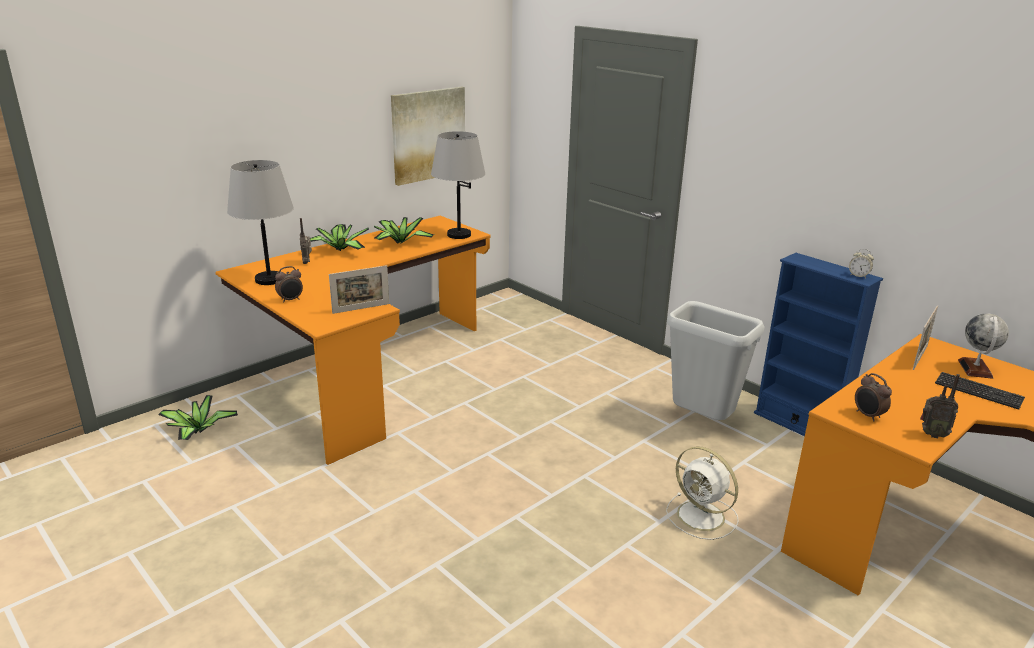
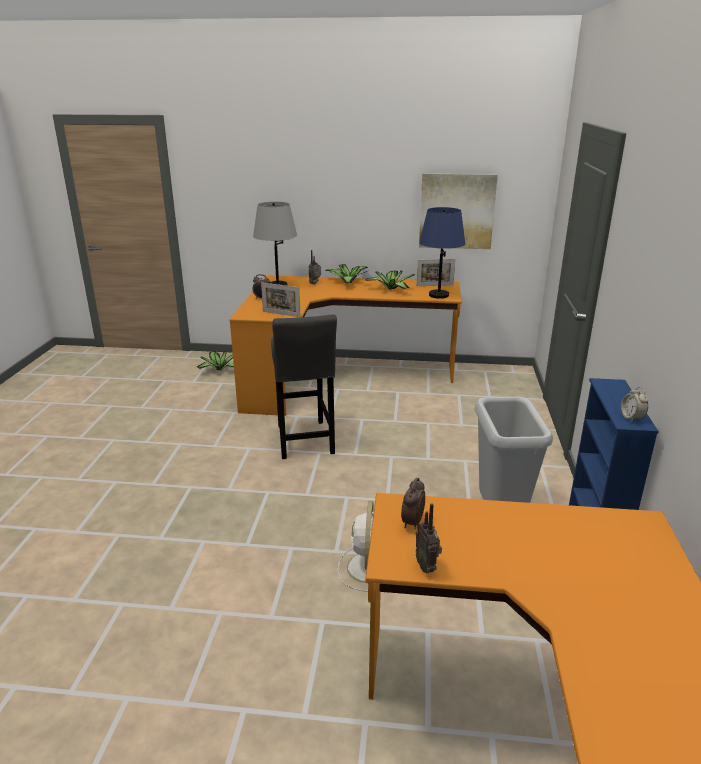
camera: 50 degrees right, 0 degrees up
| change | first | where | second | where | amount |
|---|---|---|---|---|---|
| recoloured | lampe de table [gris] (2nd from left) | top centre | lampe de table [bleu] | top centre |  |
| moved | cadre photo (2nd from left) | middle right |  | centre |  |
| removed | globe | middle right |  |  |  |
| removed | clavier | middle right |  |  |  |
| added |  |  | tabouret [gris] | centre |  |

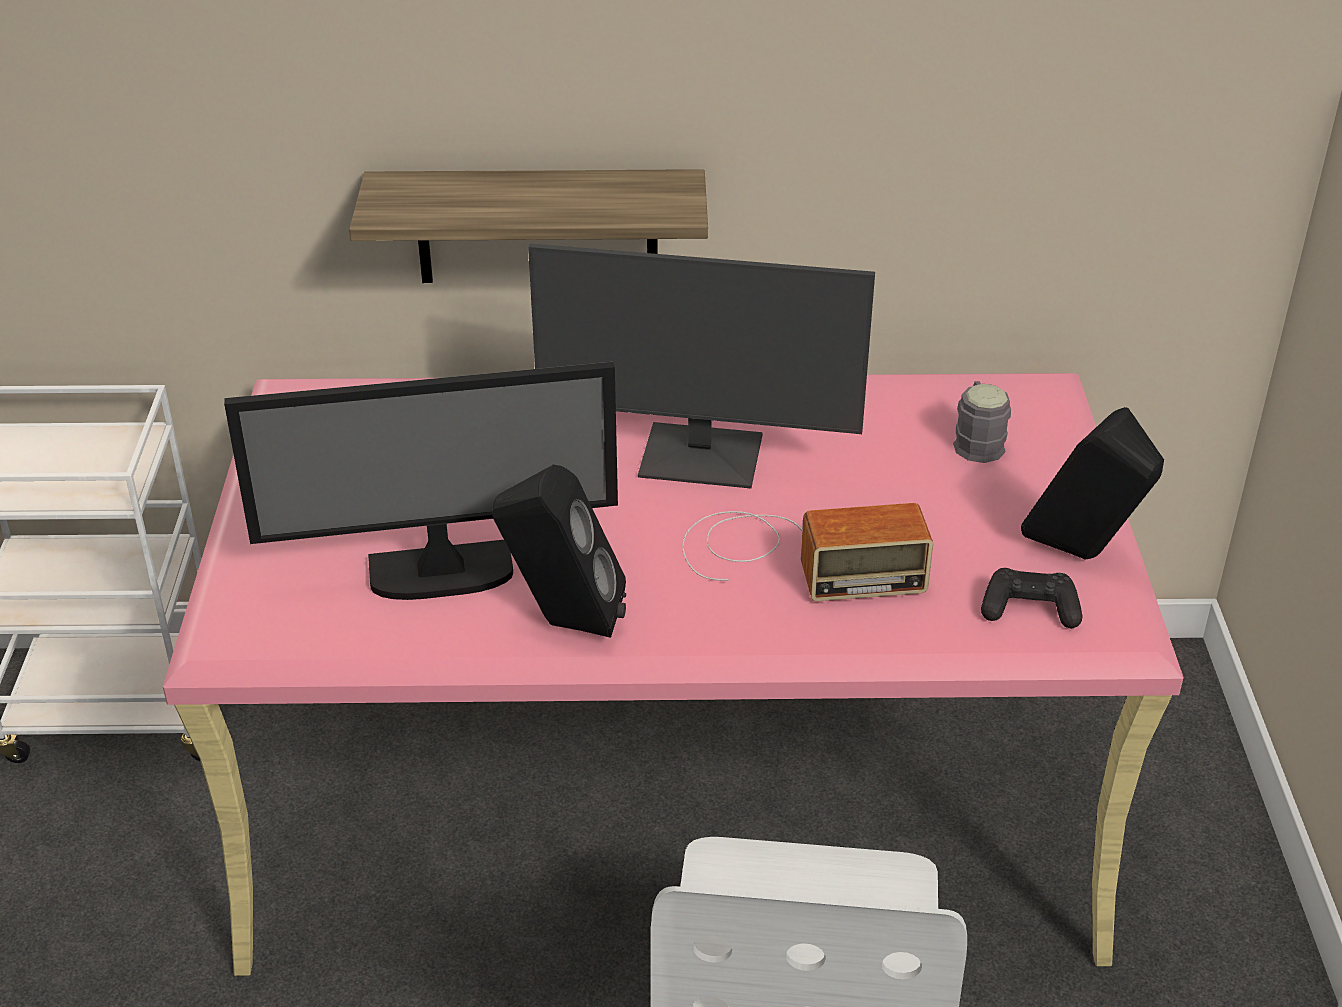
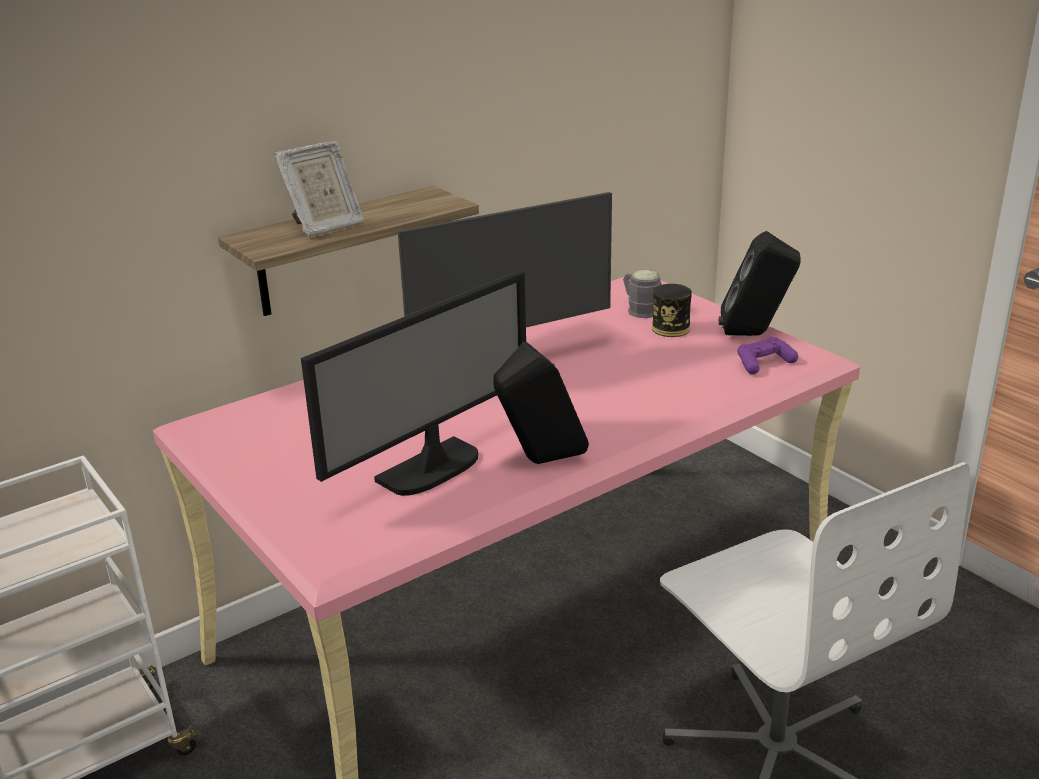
camera: 35 degrees left, 10 degrees down
| change | first | where | second | where | amount |
|---|---|---|---|---|---|
| removed | radio | centre |  |  |  |
| recoloured | manette [noir] | middle right | manette [violet] | middle right |  |
| added |  |  | cadre photo | top left |  |
| added |  |  | boîte métallique | centre |  |

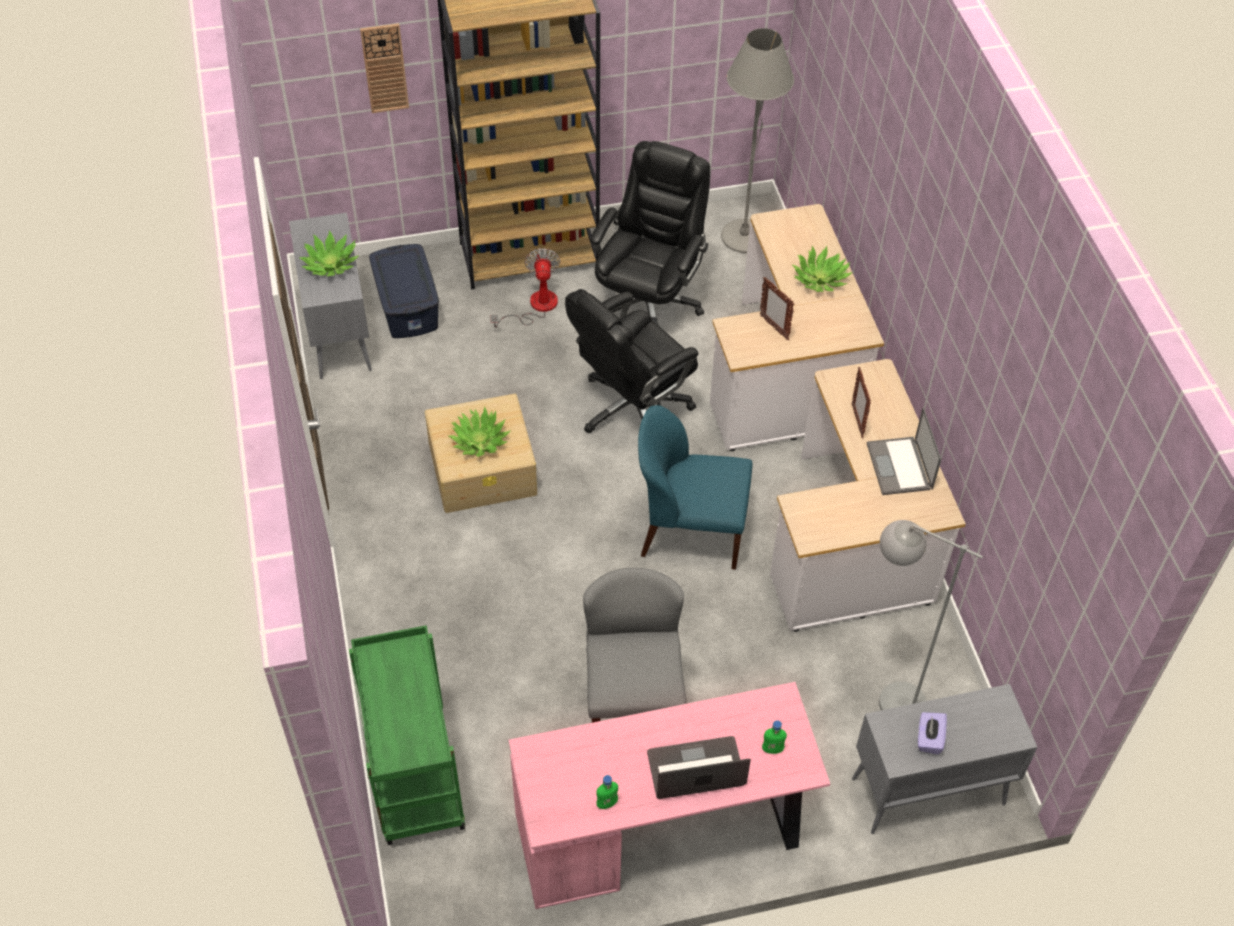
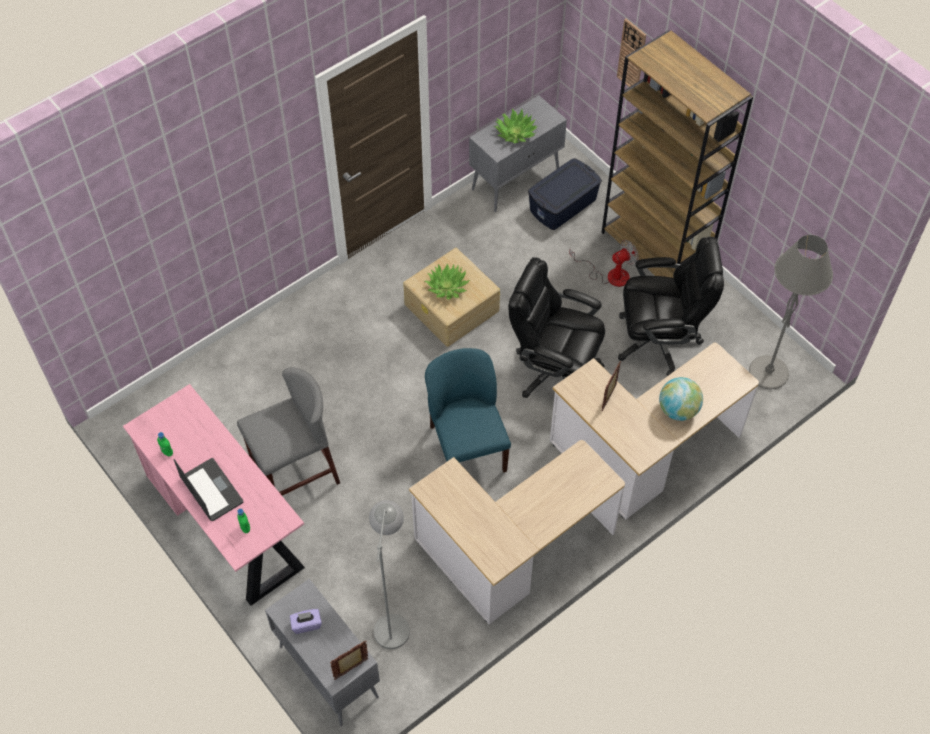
camera: 65 degrees right, 5 degrees up
| change | first | where | second | where | amount |
|---|---|---|---|---|---|
| replaced | plante en pot (3rd from left) | top centre | globe | middle right |  |
| moved | cadre photo (2nd from left in the first image) | middle right | cadre photo (1st from left) | bottom centre |  |
| removed | ordinateur portable (2nd from left) | middle right |  |  |  |
| removed | chariot [vert] | bottom left |  |  |  |

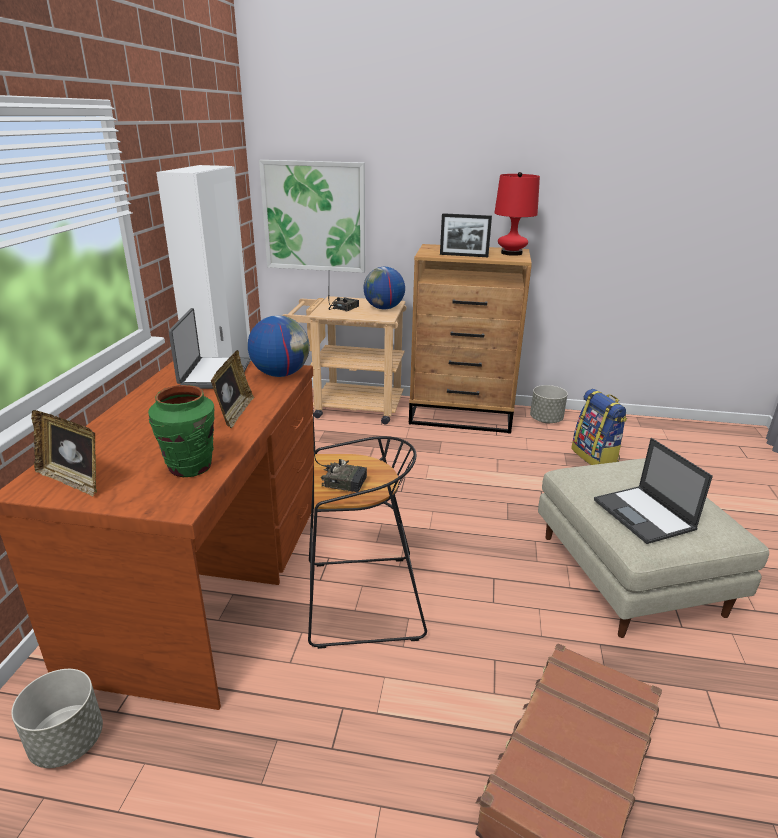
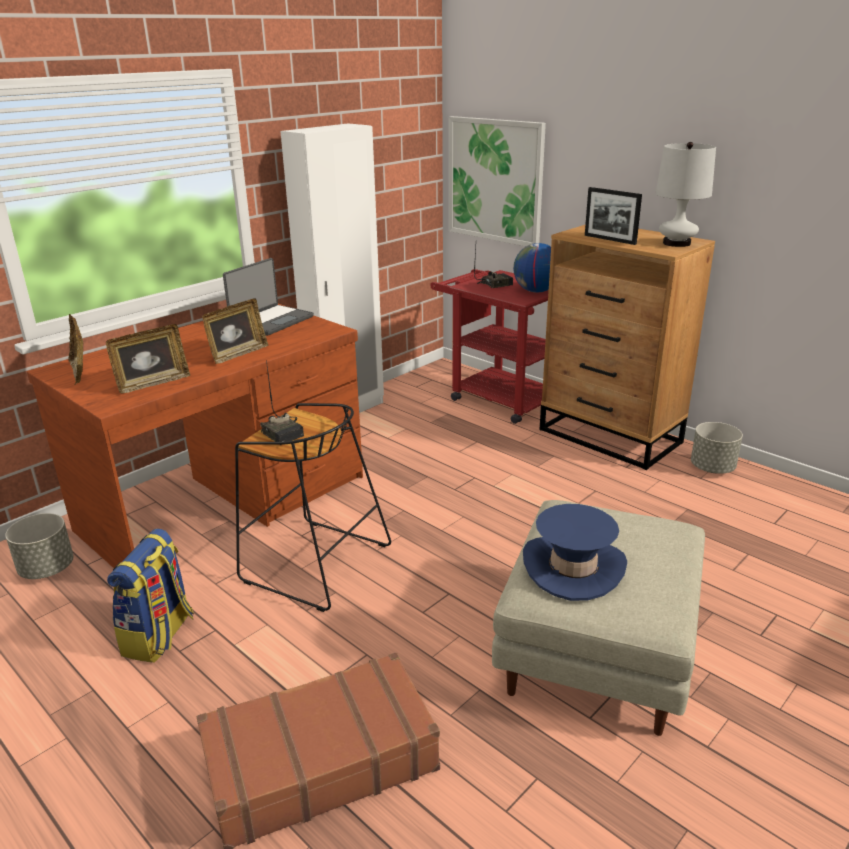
camera: 35 degrees right, 0 degrees up
| change | first | where | second | where | amount |
|---|---|---|---|---|---|
| recoloured | lampe de table [rouge] | top centre | lampe de table [blanc] | top right |  |
| recoloured | chariot [beige] | centre | chariot [rouge] | centre |  |
| removed | globe (1st from left) | centre |  |  |  |
| replaced | vase [vert] | middle left | cadre photo (2nd from left) | middle left |  |
| moved | sac à dos | middle right |  | bottom left |  |
| replaced | ordinateur portable (2nd from left) | middle right | chapeau [bleu] | middle right |  |

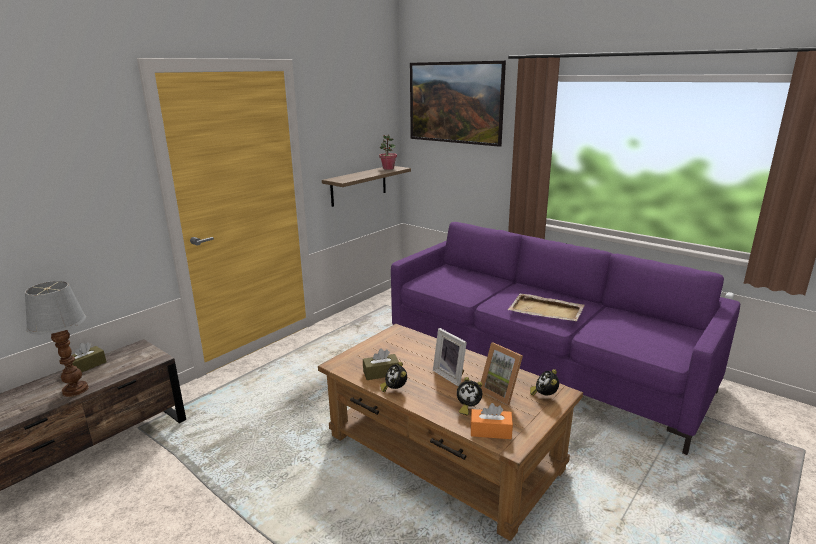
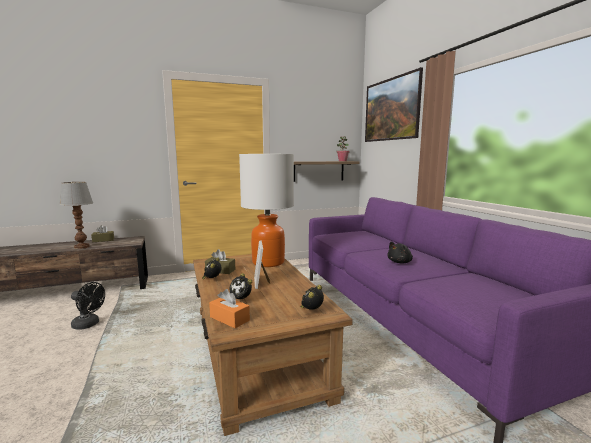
camera: 30 degrees right, 10 degrees down
| change | first | where | second | where | amount |
|---|---|---|---|---|---|
| replaced | plateau [beige] | middle right | peluche [noir] | middle right |  |
| removed | cadre photo (2nd from left) | bottom centre |  |  |  |
| added |  |  | lampe de table (2nd from left) | centre |  |
| added |  |  | ventilateur [noir] | bottom left |  |

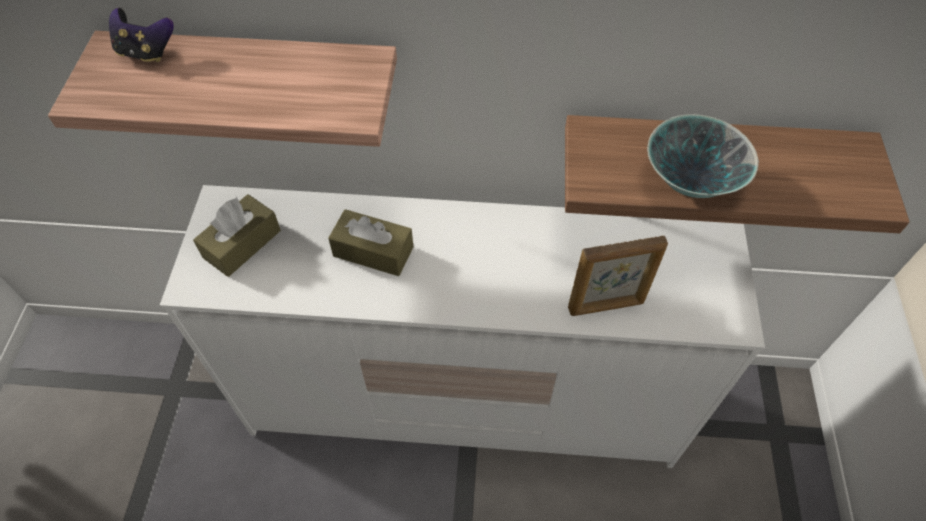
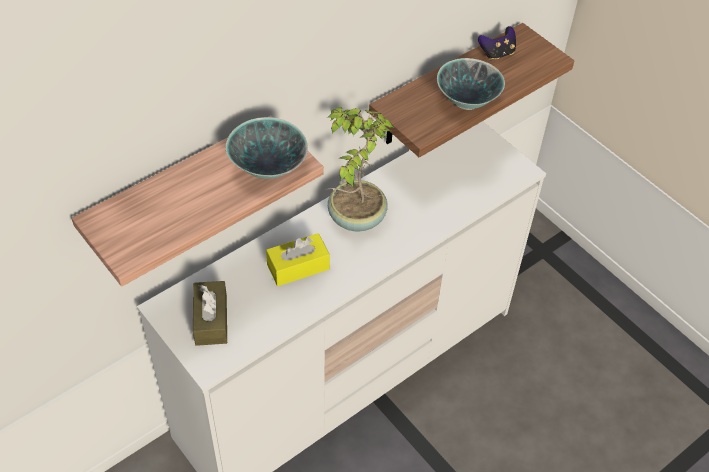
camera: 45 degrees left, 5 degrees down
| change | first | where | second | where | amount |
|---|---|---|---|---|---|
| moved | manette | top left |  | top right |  |
| recoloured | boîte à mouchoirs [marron] (2nd from left) | centre | boîte à mouchoirs [jaune] | centre |  |
| removed | cadre photo | middle right |  |  |  |
| added |  |  | plante en pot | centre |  |
| added |  |  | bol (1st from left) | top centre |  |

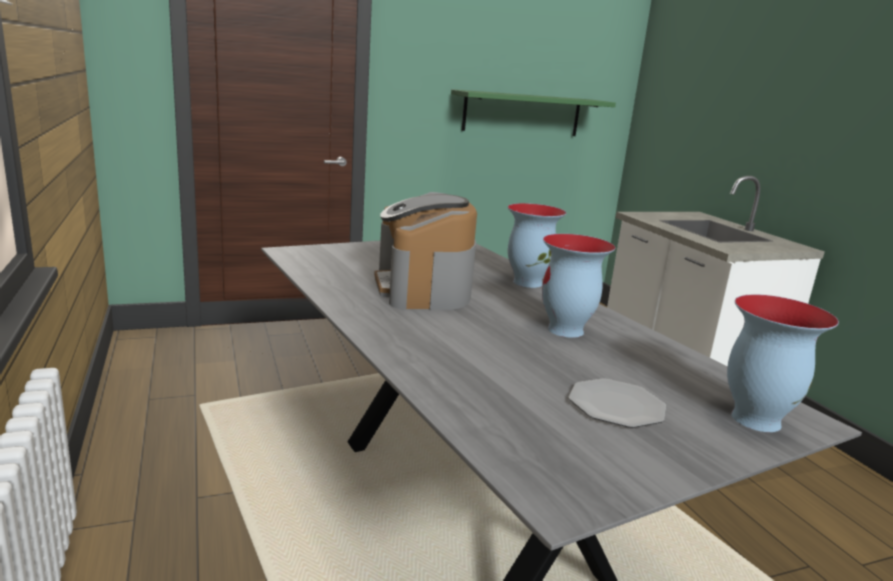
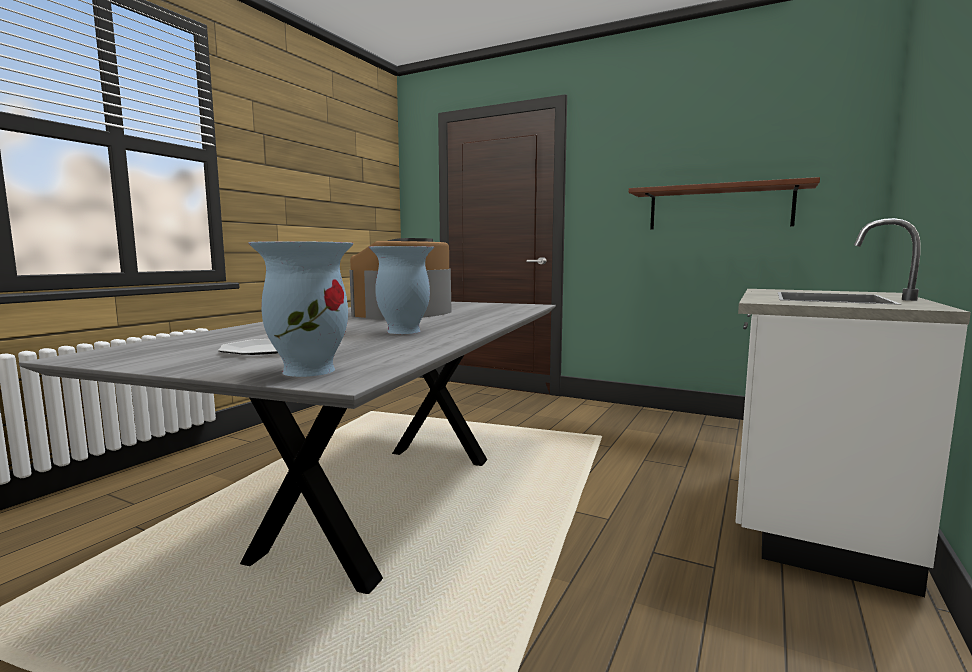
camera: 50 degrees right, 10 degrees down
| change | first | where | second | where | amount |
|---|---|---|---|---|---|
| recoloured | étagère [vert] | top centre | étagère [marron] | top right |  |
| removed | vase (1st from left) | centre |  |  |  |

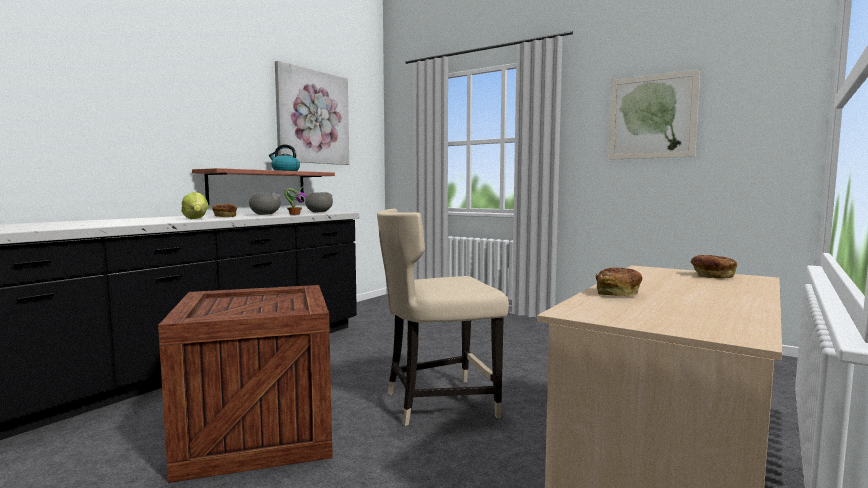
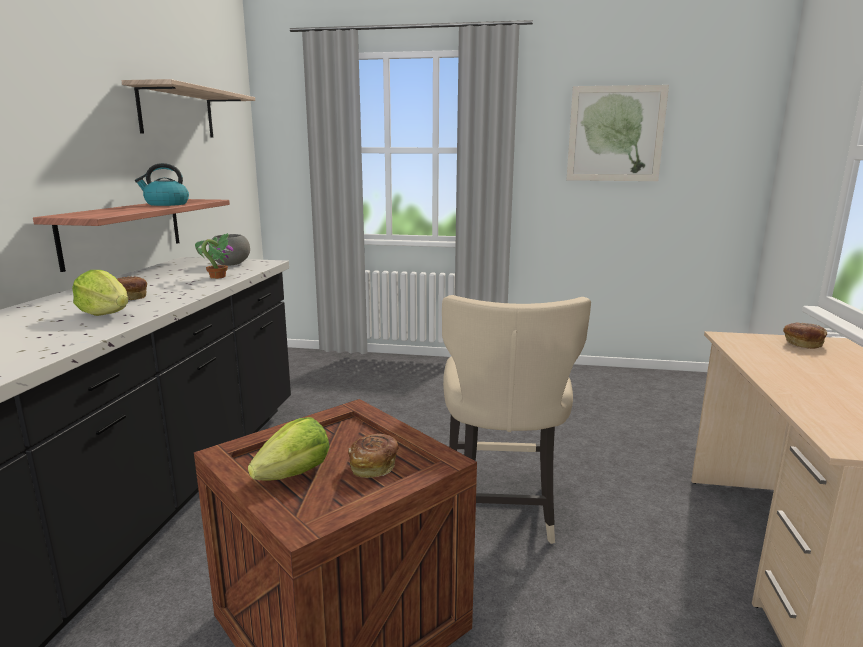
camera: 25 degrees left, 10 degrees up
| change | first | where | second | where | amount |
|---|---|---|---|---|---|
| replaced | tableau (1st from left) | top centre | étagère (2nd from left) | top left |  |
| removed | bol [gris] (1st from left) | middle left |  |  |  |
| turned | chaise [beige] | centre |  | centre | 45 degrees counterclockwise |
| moved | pain (2nd from left) | middle right |  | bottom centre |  |
| added |  |  | laitue (2nd from left) | bottom centre |  |

